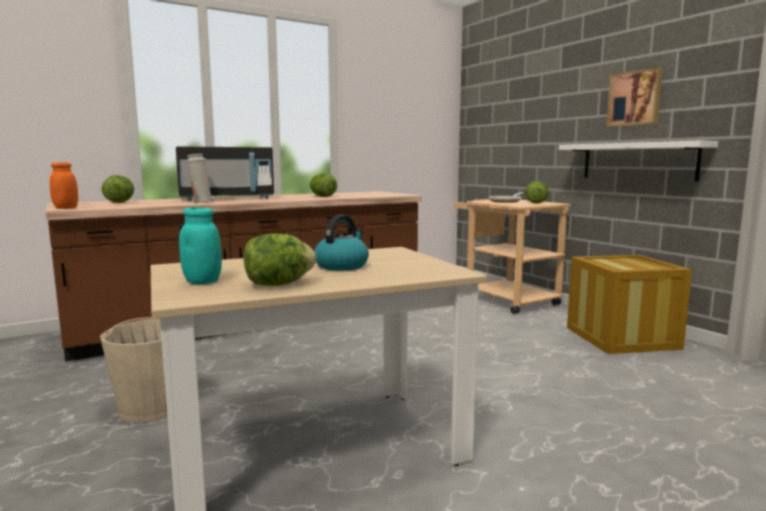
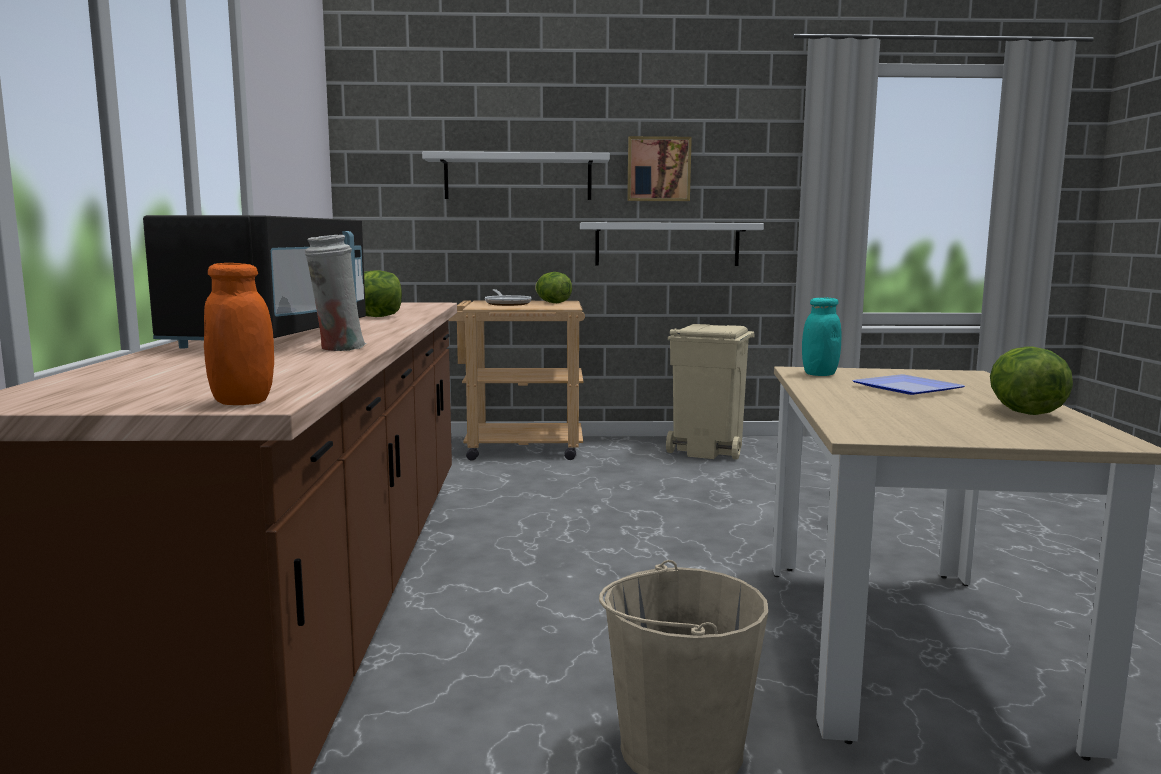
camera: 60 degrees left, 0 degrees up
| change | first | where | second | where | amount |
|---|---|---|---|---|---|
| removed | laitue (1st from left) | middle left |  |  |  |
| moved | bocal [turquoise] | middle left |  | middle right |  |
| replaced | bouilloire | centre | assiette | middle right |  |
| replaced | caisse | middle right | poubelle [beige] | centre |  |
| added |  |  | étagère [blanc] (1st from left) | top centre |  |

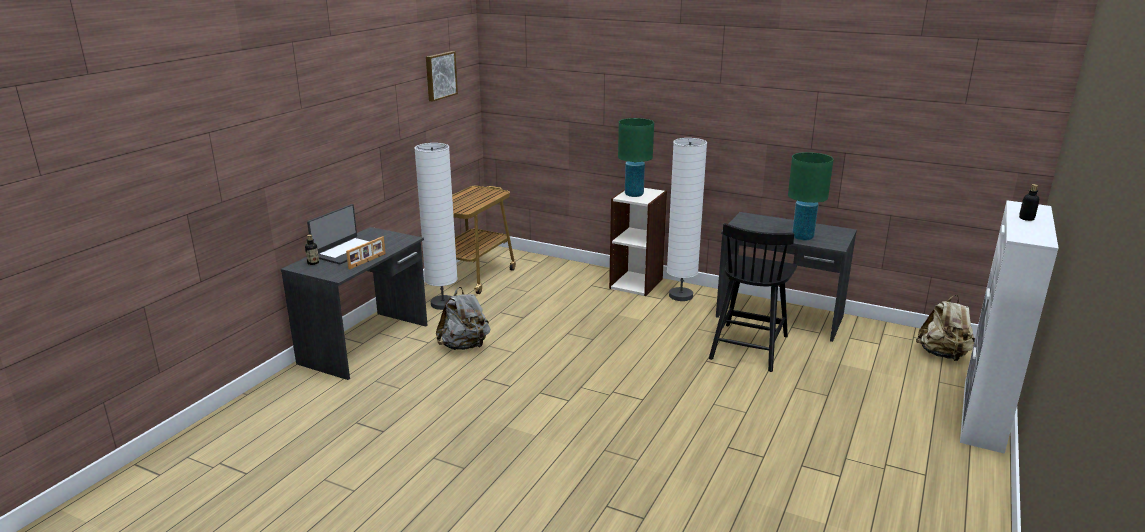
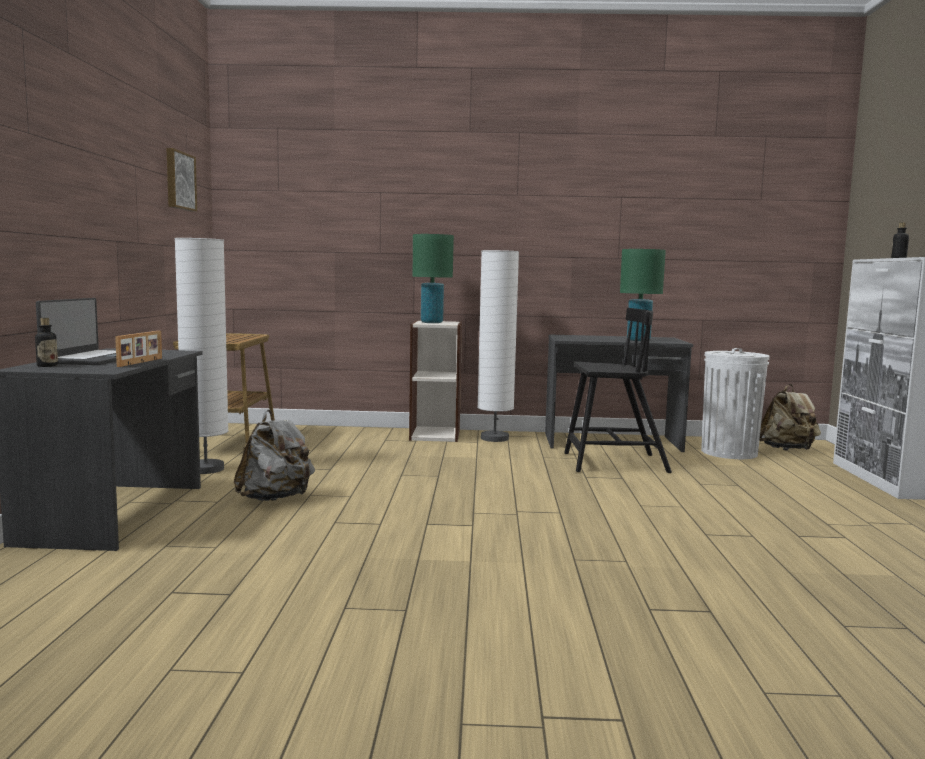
camera: 25 degrees left, 15 degrees down
| change | first | where | second | where | amount |
|---|---|---|---|---|---|
| turned | chaise [noir] | centre |  | middle right | 90 degrees counterclockwise |
| added |  |  | poubelle [blanc] | middle right |  |

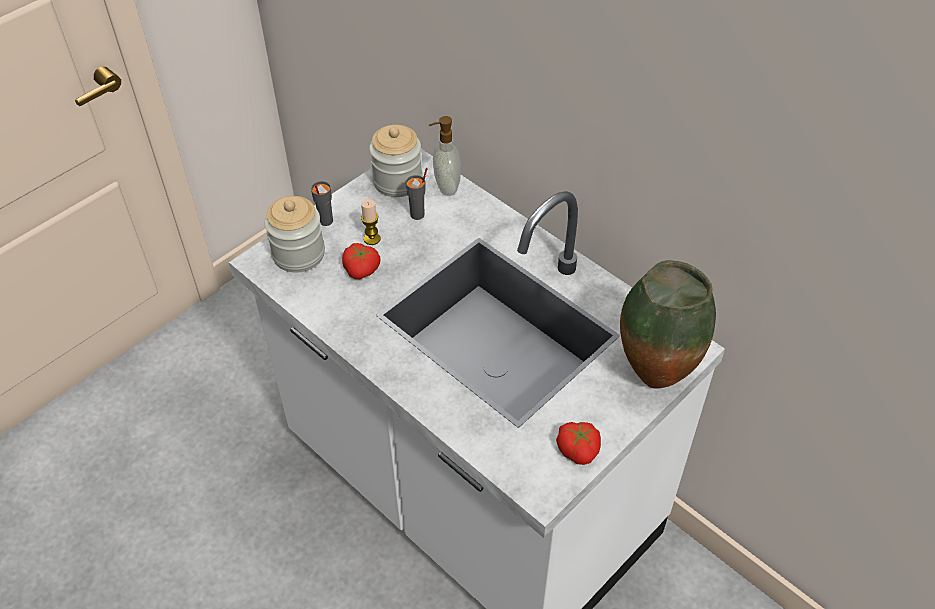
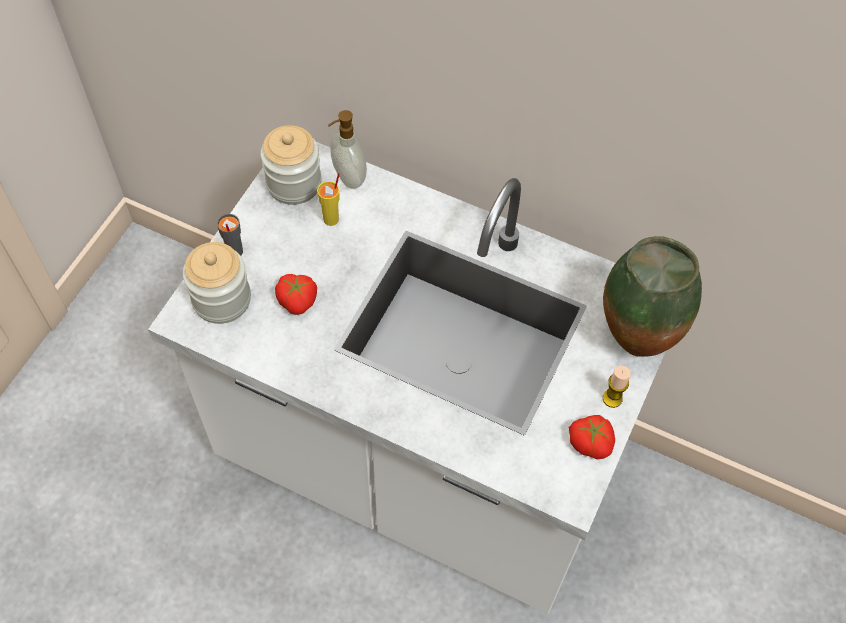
camera: 20 degrees left, 10 degrees up
| change | first | where | second | where | amount |
|---|---|---|---|---|---|
| recoloured | tasse [gris] (2nd from left) | top centre | tasse [jaune] | top centre |  |
| moved | bougie | centre |  | middle right |  |

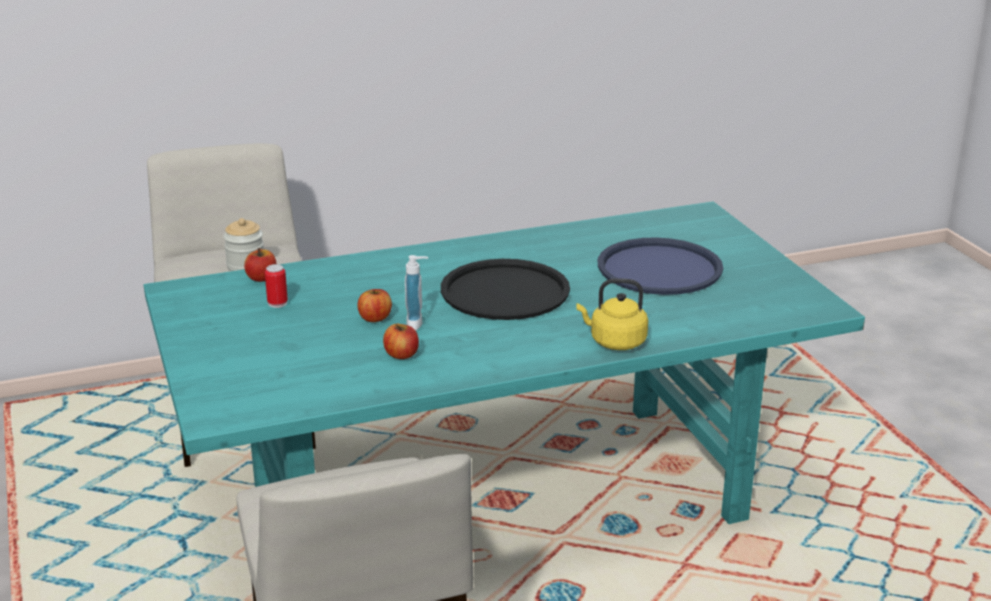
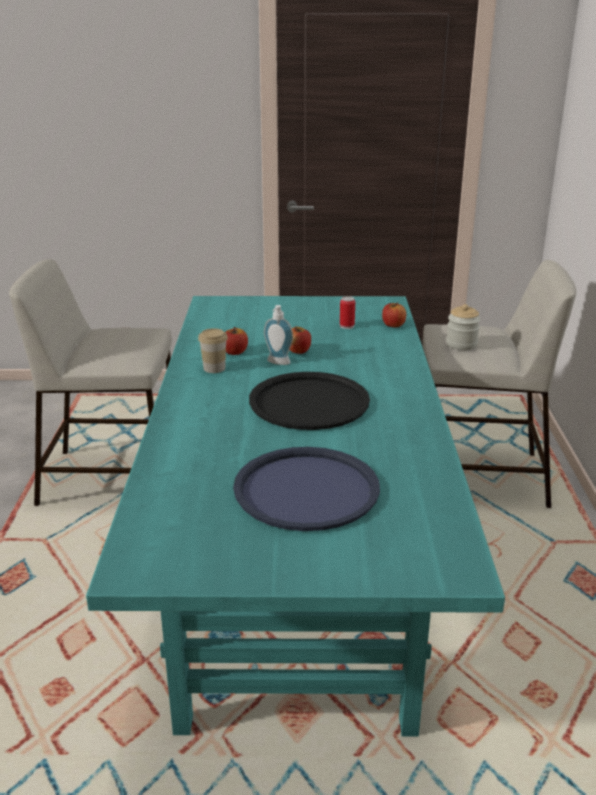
camera: 110 degrees right, 0 degrees up
| change | first | where | second | where | amount |
|---|---|---|---|---|---|
| removed | bouilloire [jaune] | centre |  |  |  |
| added |  |  | tasse | centre |  |

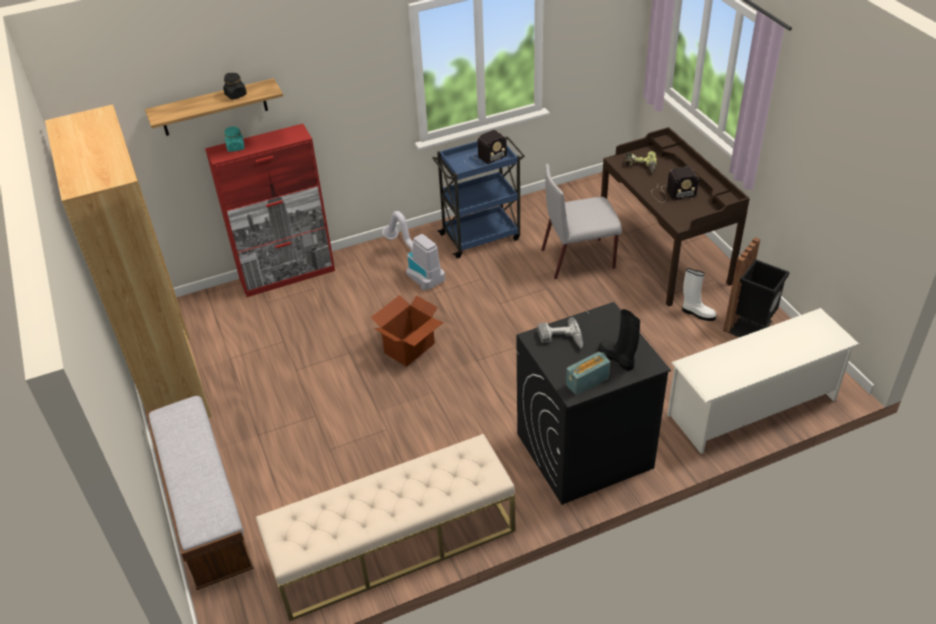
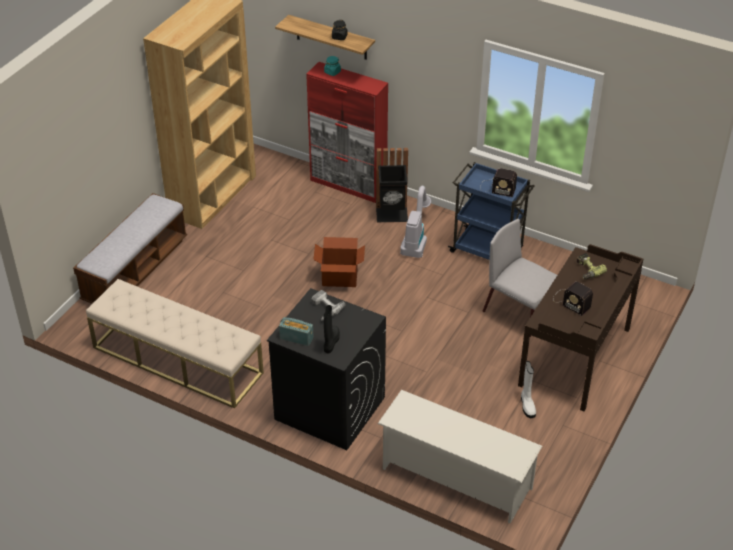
camera: 50 degrees right, 0 degrees up
| change | first | where | second | where | amount |
|---|---|---|---|---|---|
| moved | poubelle [noir] | middle right |  | centre |  |

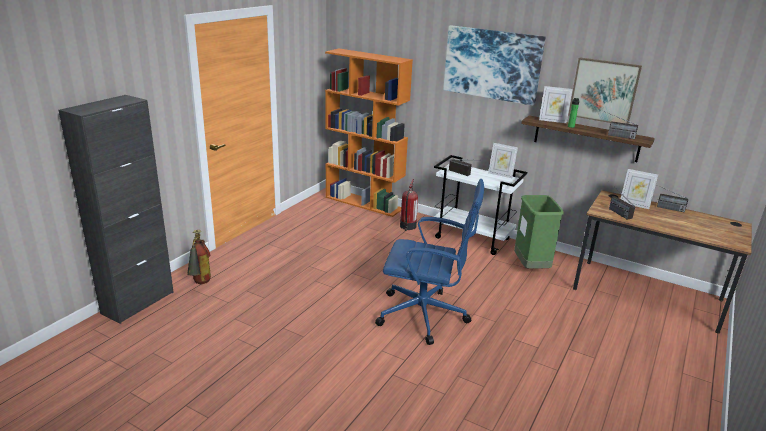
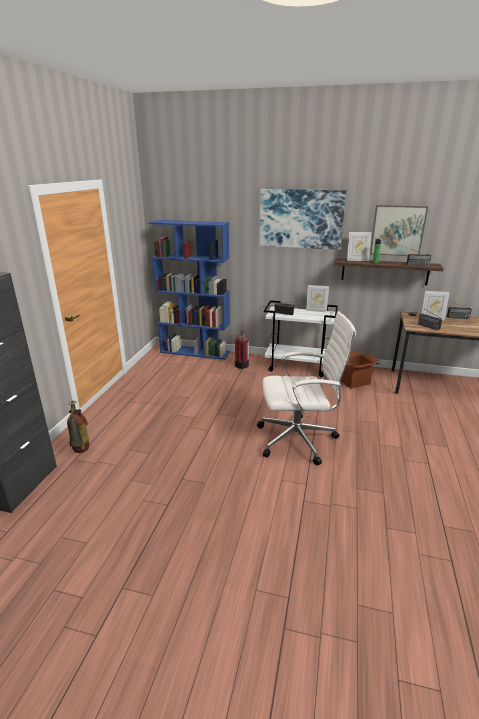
camera: 15 degrees left, 0 degrees up
| change | first | where | second | where | amount |
|---|---|---|---|---|---|
| recoloured | bibliothèque [orange] | top centre | bibliothèque [bleu] | centre |  |
| recoloured | chaise de bureau [bleu] | centre | chaise de bureau [blanc] | centre |  |
| replaced | poubelle [vert] | middle right | carton | middle right |  |

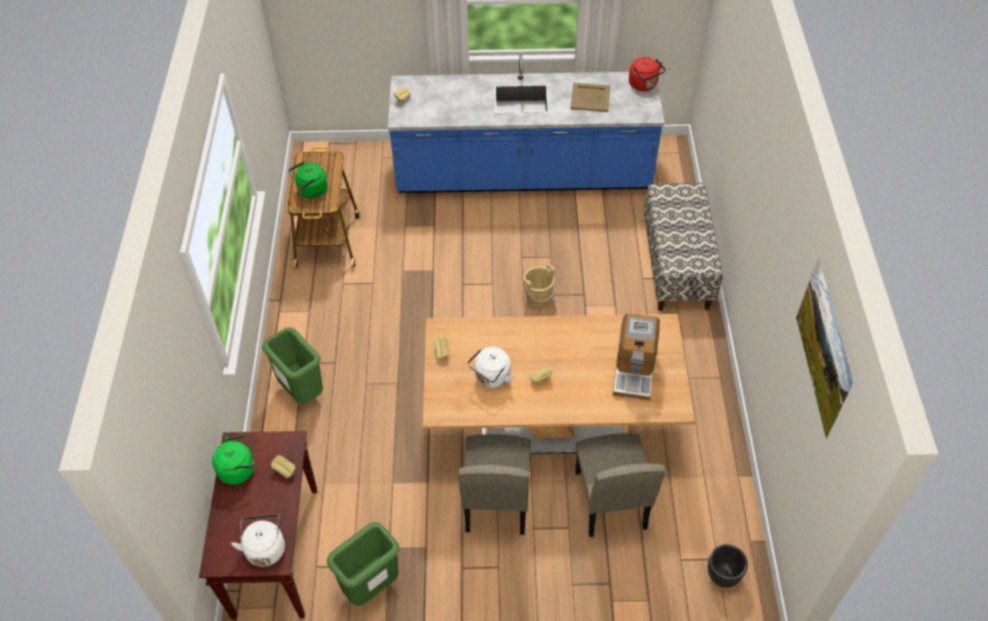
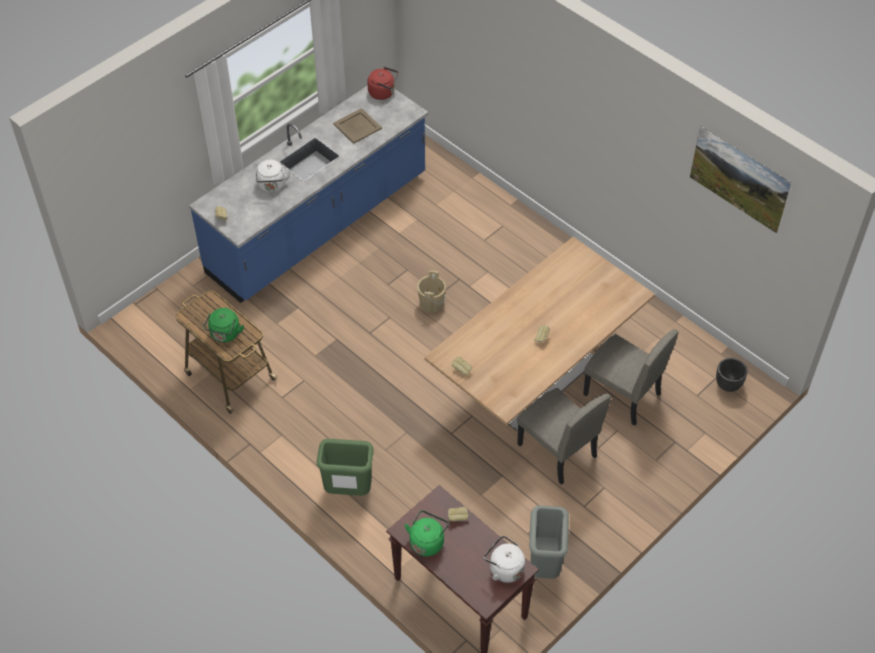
camera: 45 degrees left, 0 degrees up
| change | first | where | second | where | amount |
|---|---|---|---|---|---|
| removed | banc | middle right |  |  |  |
| removed | machine à café | centre |  |  |  |
| moved | bouilloire [blanc] (2nd from left in the first image) | centre | bouilloire [blanc] (1st from left) | top left |  |
| recoloured | poubelle [vert] (2nd from left) | bottom centre | poubelle [gris] | bottom centre |  |

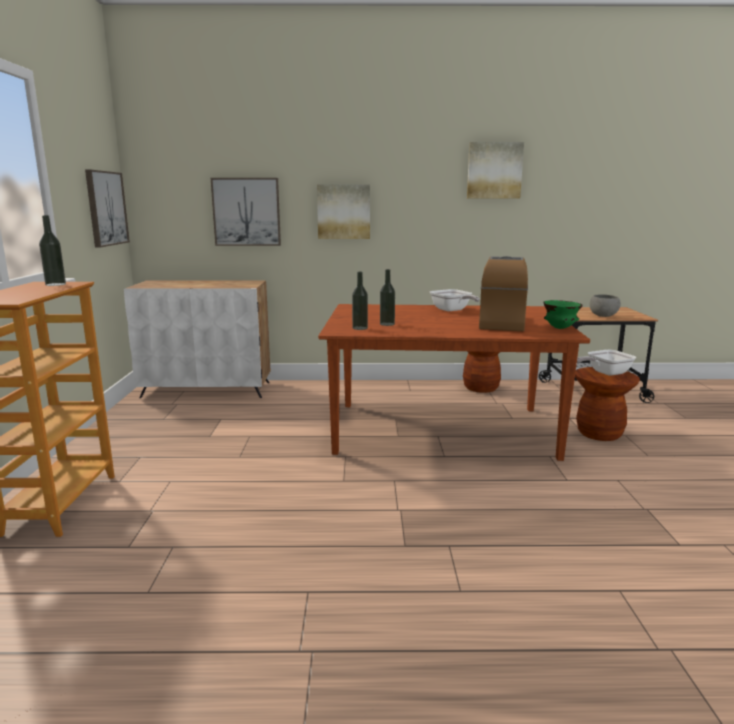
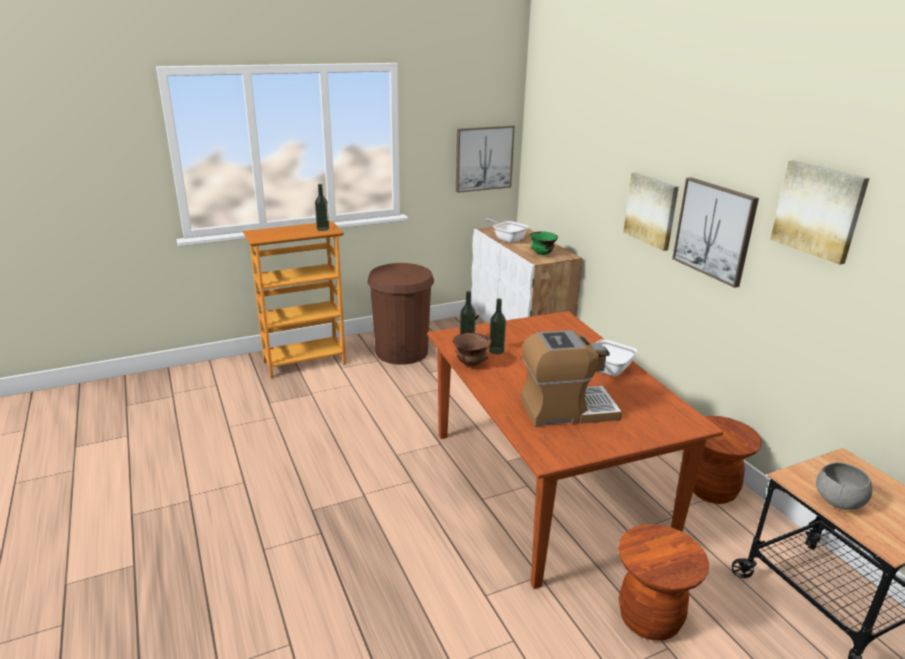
camera: 65 degrees right, 10 degrees up
| change | first | where | second | where | amount |
|---|---|---|---|---|---|
| moved | tableau (2nd from left in the first image) | top centre | tableau (3rd from left) | middle right |  |
| moved | bol [vert] | middle right |  | centre |  |
| moved | poêle (2nd from left in the first image) | middle right | poêle (1st from left) | centre |  |
| added |  |  | poubelle [marron] | centre |  |
| added |  |  | bol [marron] | centre |  |

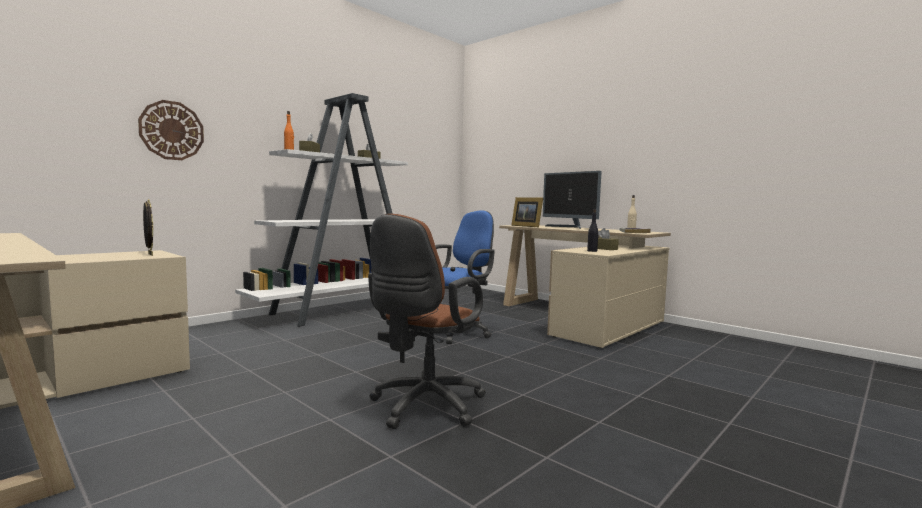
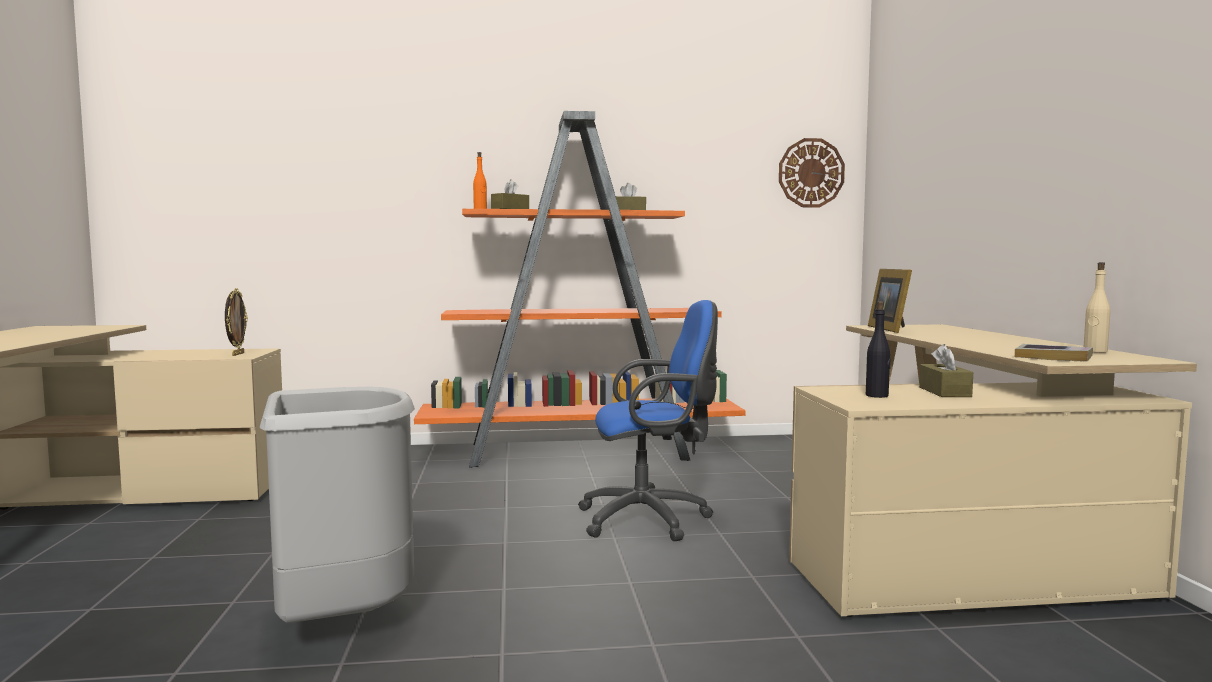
camera: 40 degrees right, 0 degrees up
| change | first | where | second | where | amount |
|---|---|---|---|---|---|
| recoloured | bibliothèque [blanc] | centre | bibliothèque [orange] | centre |  |
| moved | horloge murale | top left |  | top right |  |
| removed | écran d'ordinateur | centre |  |  |  |
| replaced | chaise de bureau [marron] | centre | poubelle [gris] | bottom left |  |

